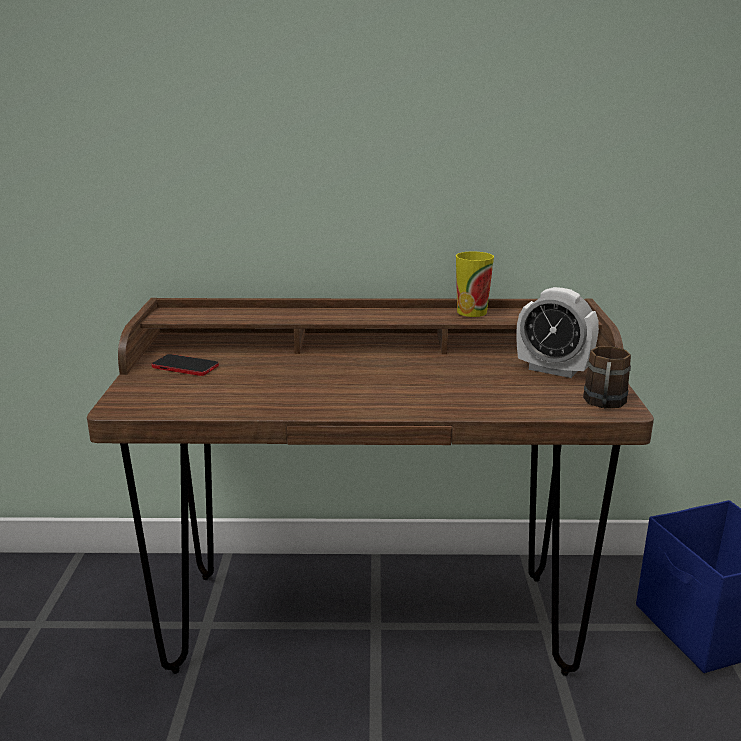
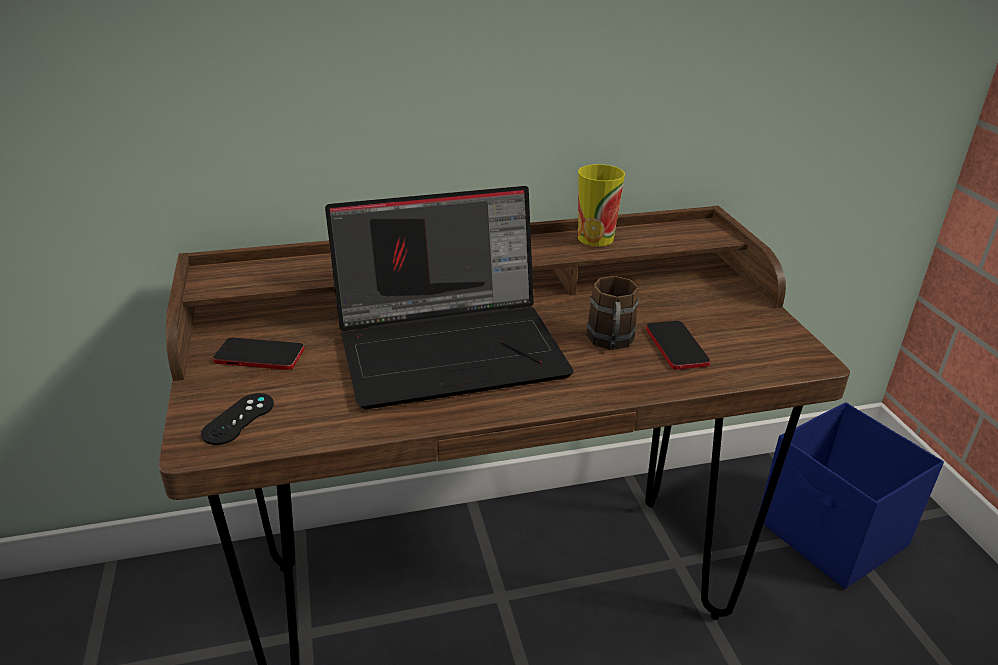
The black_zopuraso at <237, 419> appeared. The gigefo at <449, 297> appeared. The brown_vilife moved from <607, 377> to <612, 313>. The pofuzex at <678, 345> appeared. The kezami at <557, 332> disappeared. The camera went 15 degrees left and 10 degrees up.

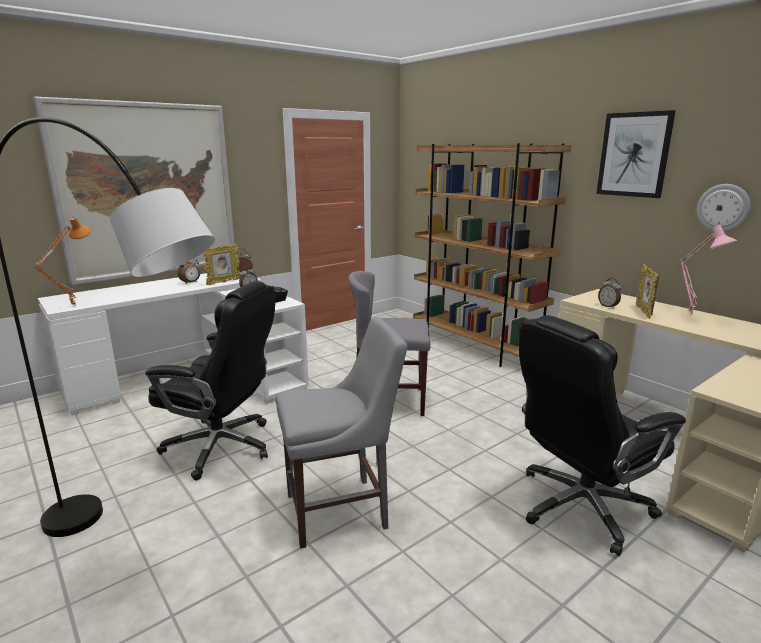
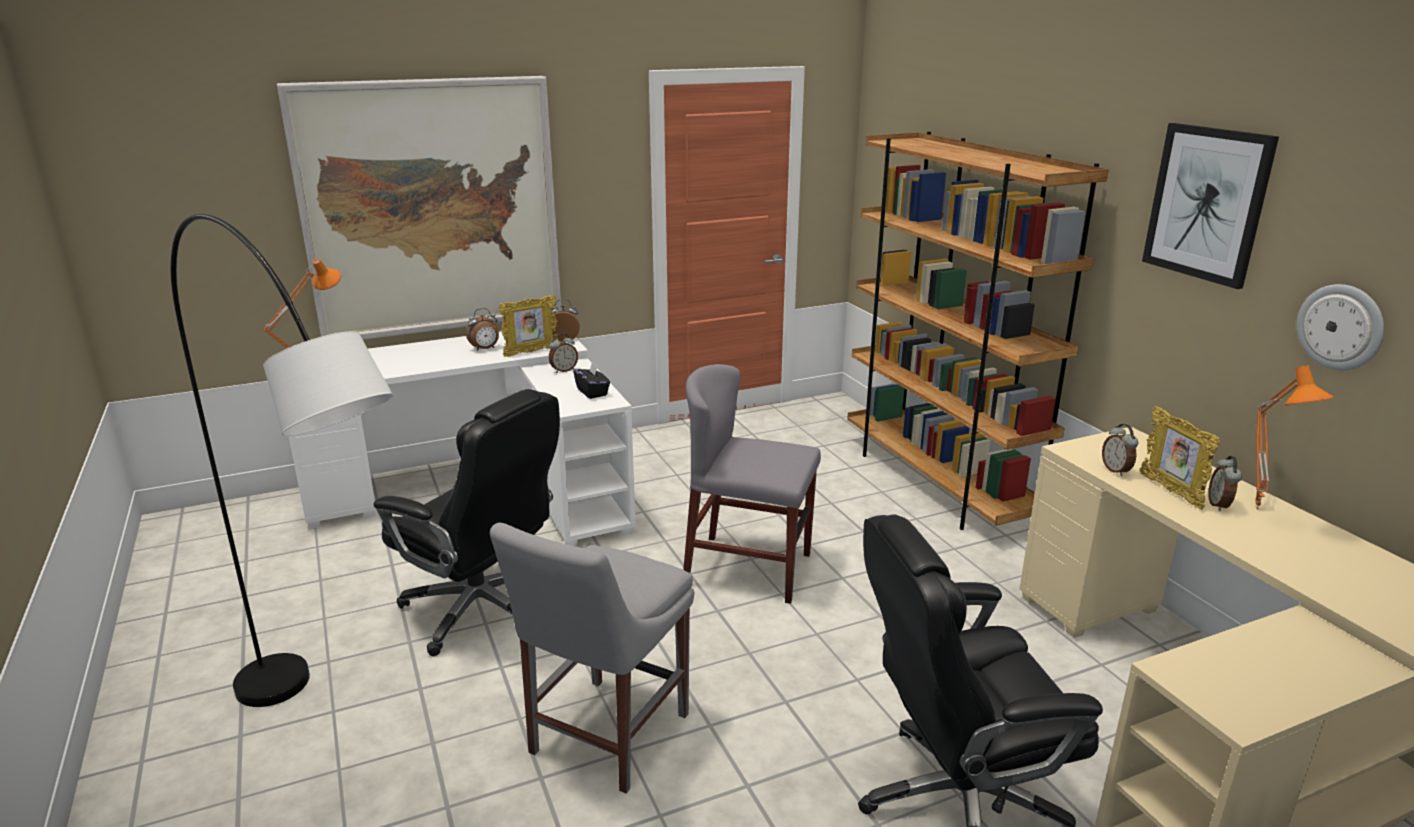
The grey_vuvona at <341, 433> turned 120 degrees clockwise. The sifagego at <647, 291> turned 45 degrees counterclockwise. The kezami at <1225, 483> appeared. The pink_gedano at <708, 270> became the orange_gedano at <1294, 437>. The camera went 15 degrees right and 5 degrees up.

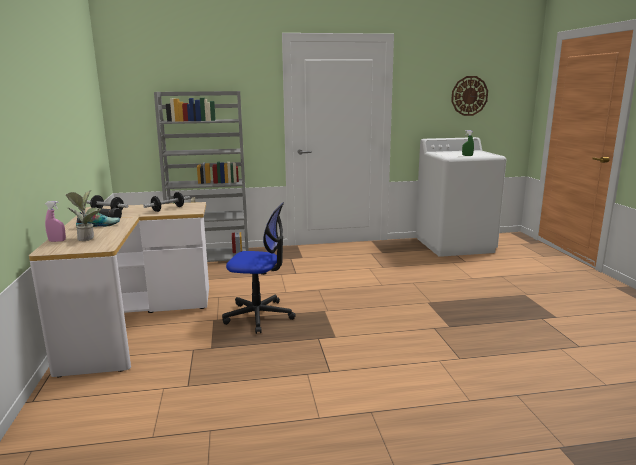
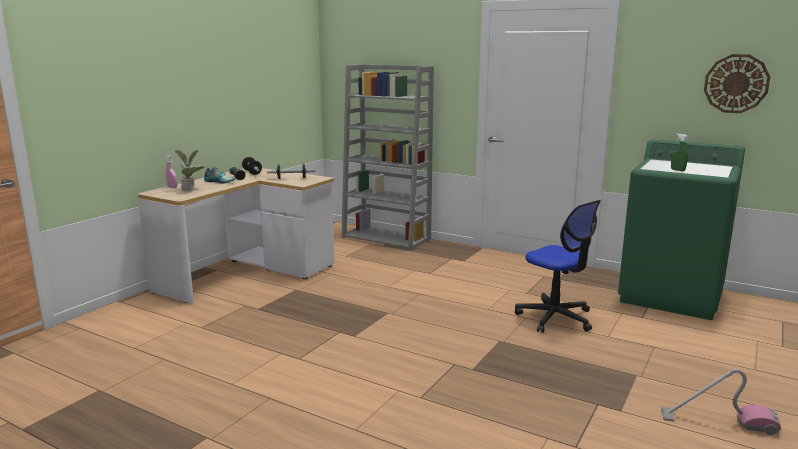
The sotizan moved from <259, 268> to <558, 266>. The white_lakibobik at <461, 197> became the green_lakibobik at <681, 230>. The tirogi at <721, 402> appeared. The camera went 40 degrees right and 0 degrees up.

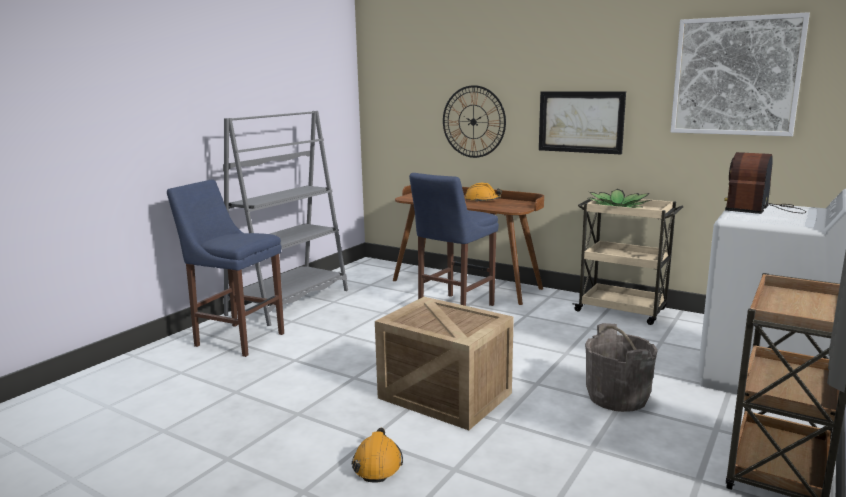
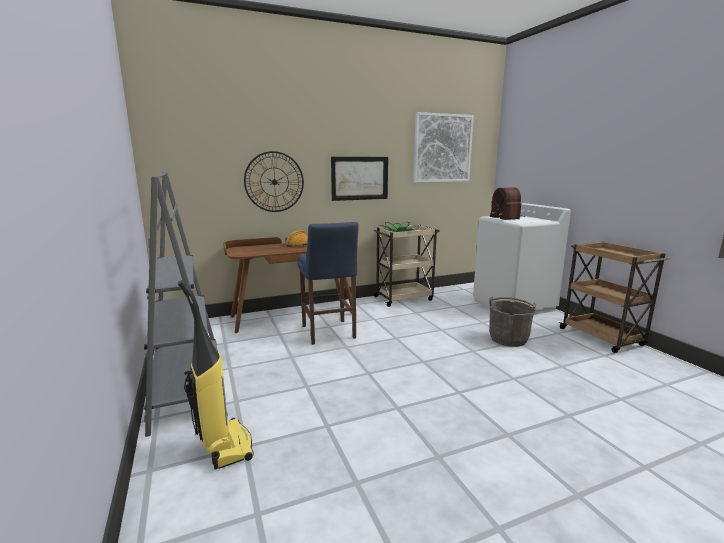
The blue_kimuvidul at <225, 268> was replaced by the tirogi at <216, 375>. The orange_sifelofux at <377, 455> disappeared. The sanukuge at <444, 363> disappeared. The camera went 55 degrees left and 0 degrees up.

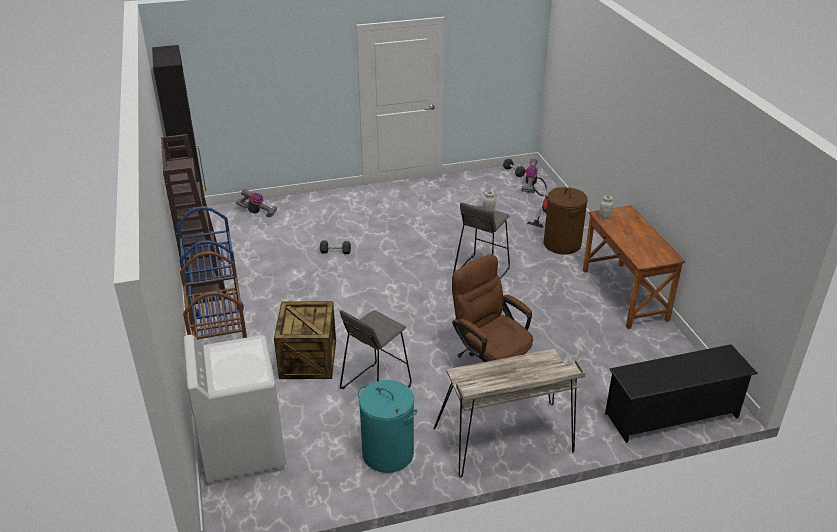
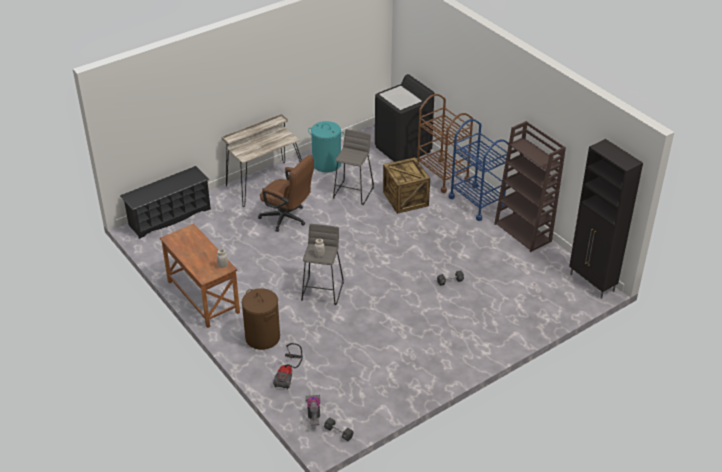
The white_lakibobik at <234, 410> became the black_lakibobik at <404, 118>. The tirogi at <257, 202> disappeared. The camera went 160 degrees right and 5 degrees up.

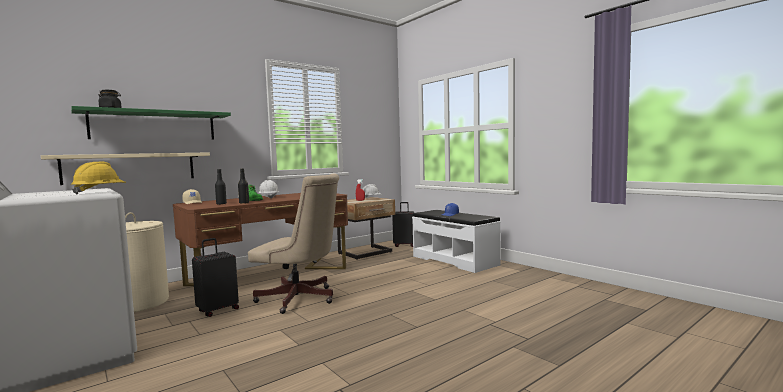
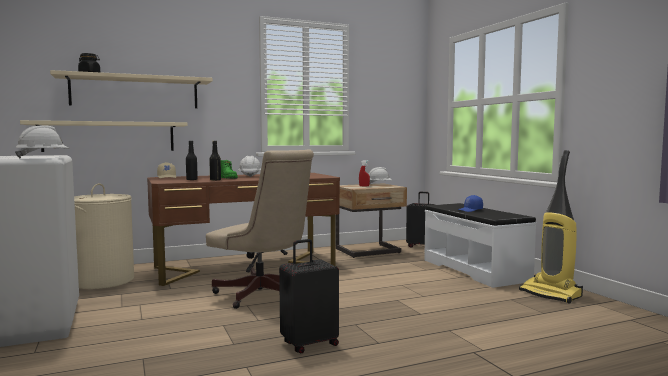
The yellow_sifelofux at <98, 178> became the white_sifelofux at <42, 142>. The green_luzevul at <151, 123> became the beige_luzevul at <131, 89>. The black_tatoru moved from <215, 277> to <309, 296>. The tirogi at <551, 227> appeared. The camera went 15 degrees right and 0 degrees up.

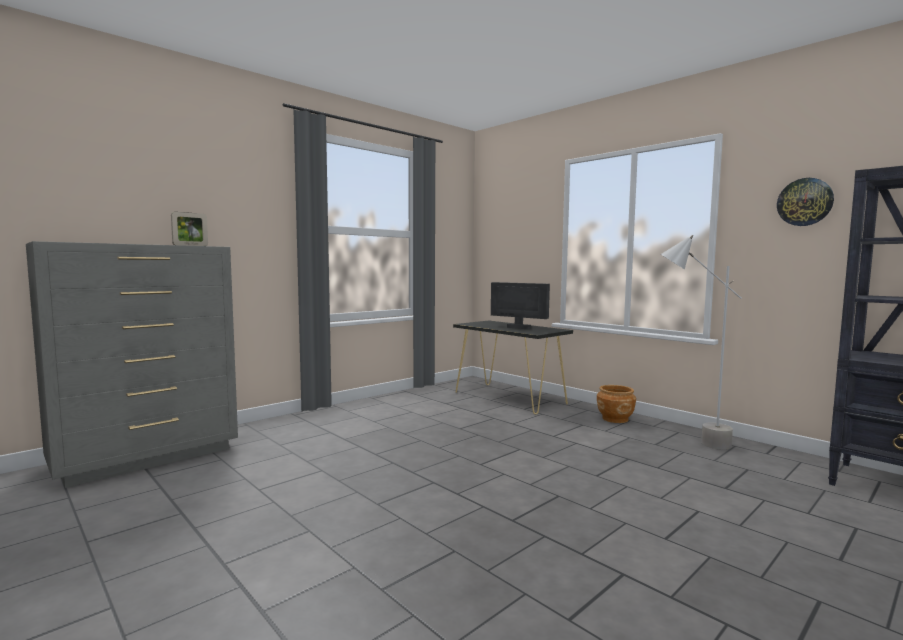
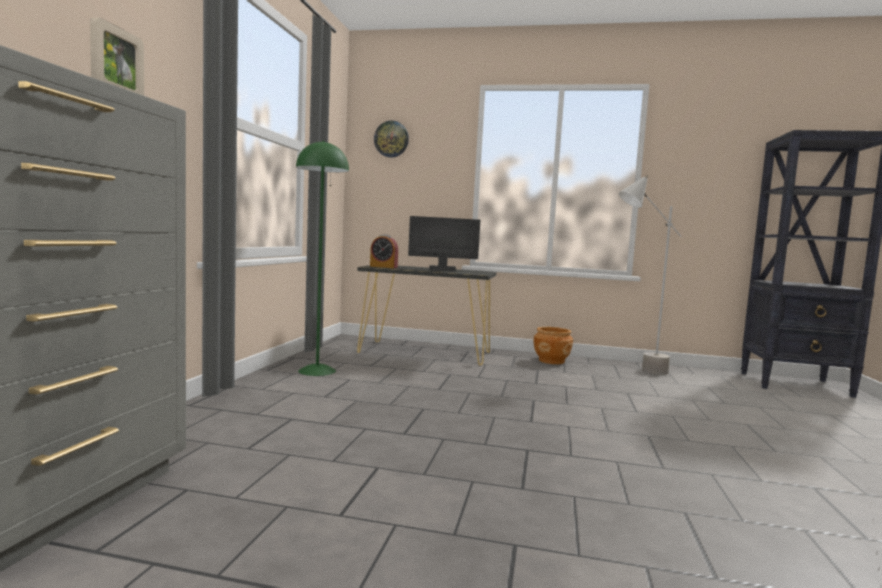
The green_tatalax at <322, 258> appeared. The kezami at <384, 251> appeared. The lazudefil moved from <805, 202> to <391, 139>. The camera went 35 degrees left and 0 degrees up.

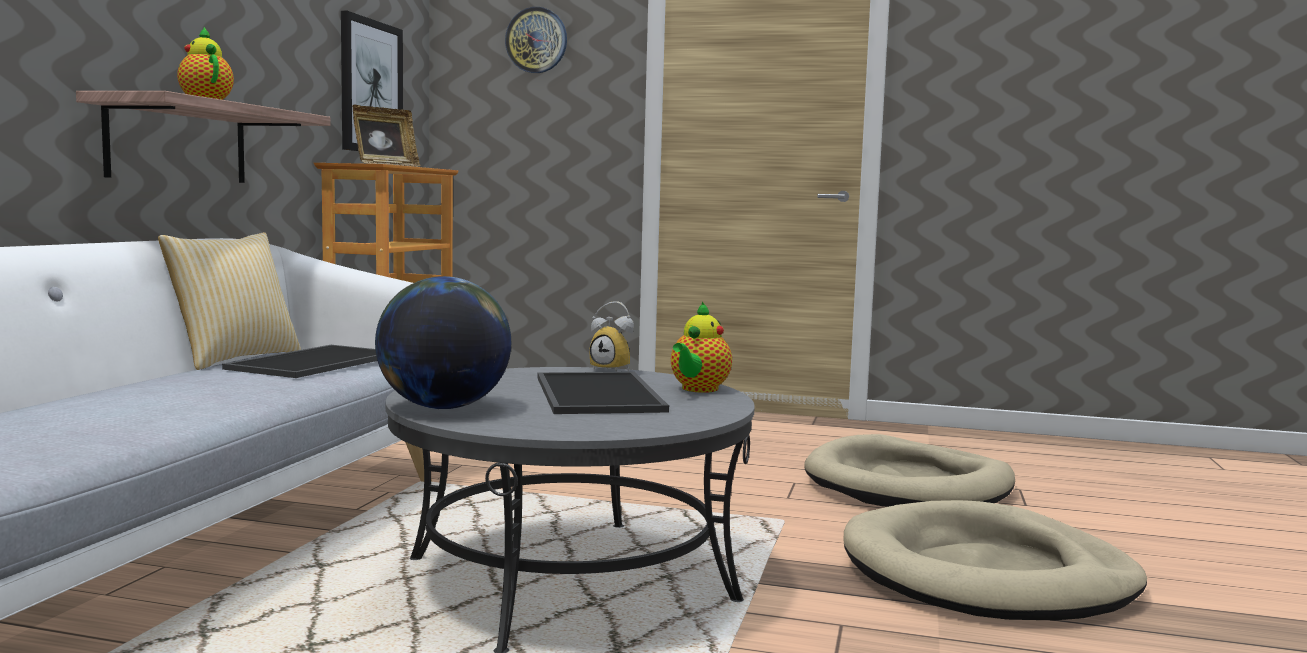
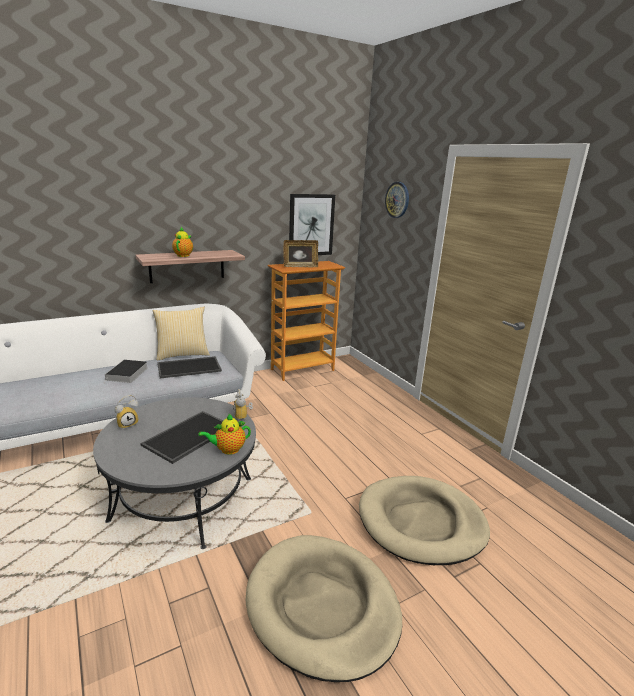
The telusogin at <125, 372> appeared. The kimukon at <443, 342> was replaced by the kezami at <127, 412>. The camera went 45 degrees right and 15 degrees up.

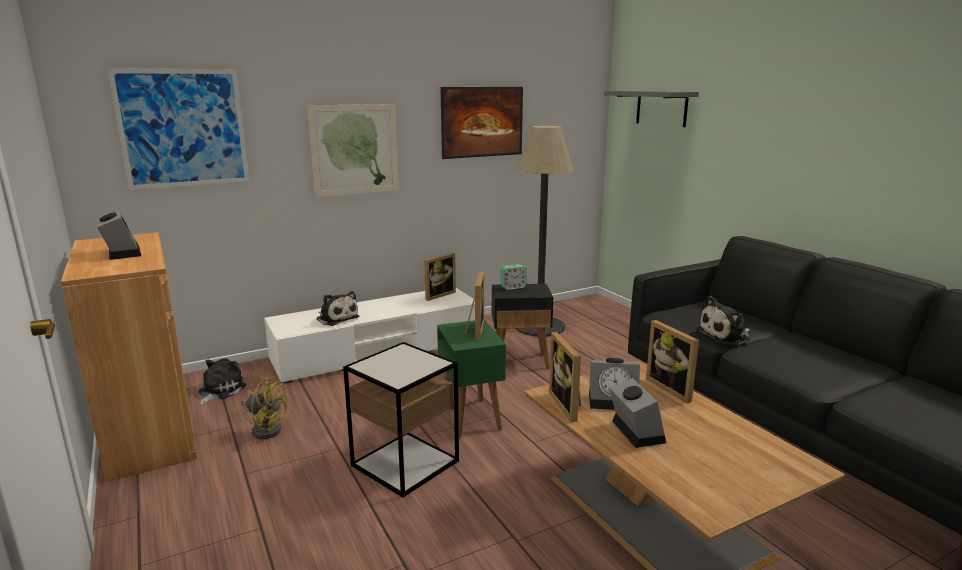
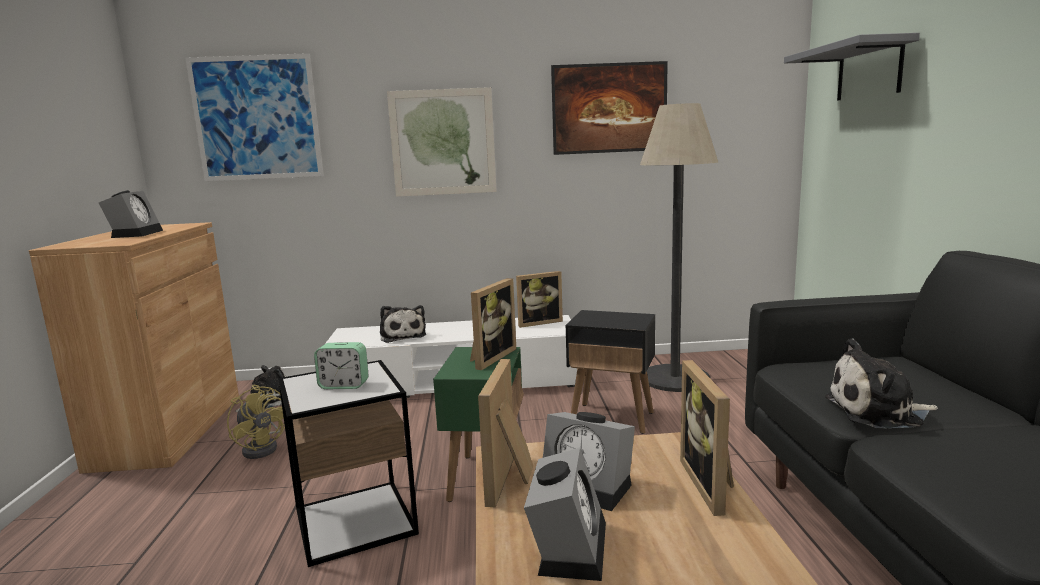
The kezami moved from <513, 277> to <341, 365>. The camera went 25 degrees right and 5 degrees down.

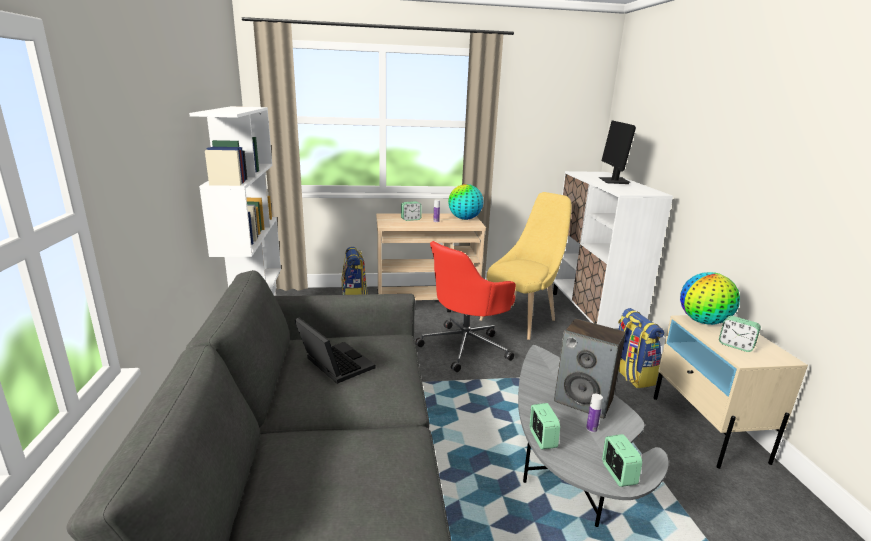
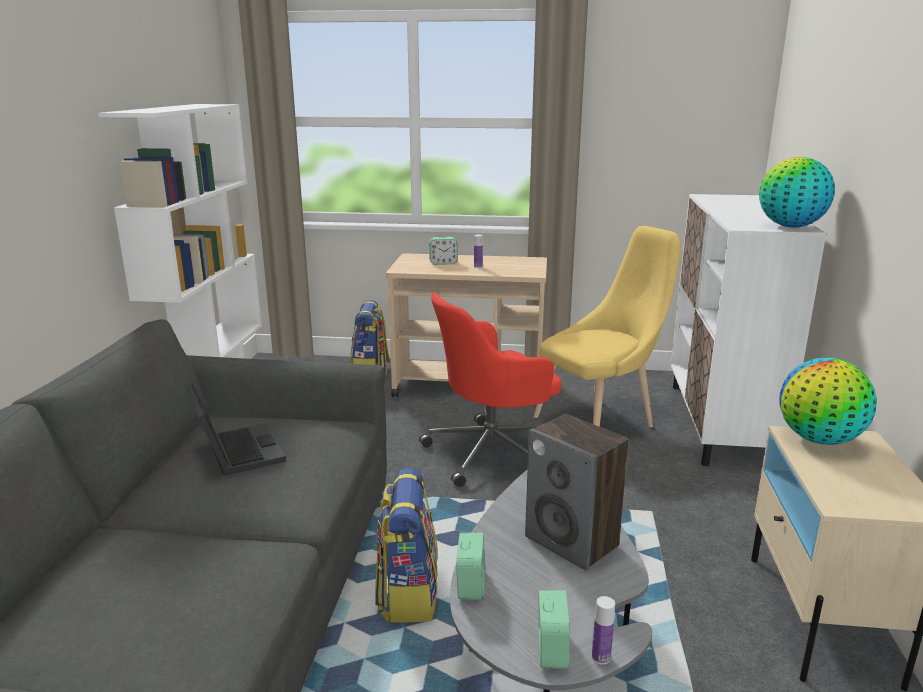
The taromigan moved from <641, 348> to <406, 545>. The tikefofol moved from <594, 413> to <603, 630>. The kimukon moved from <466, 202> to <797, 192>. The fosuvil at <617, 152> disappeared. The kezami at <740, 334> disappeared. The camera went 15 degrees right and 0 degrees up.

